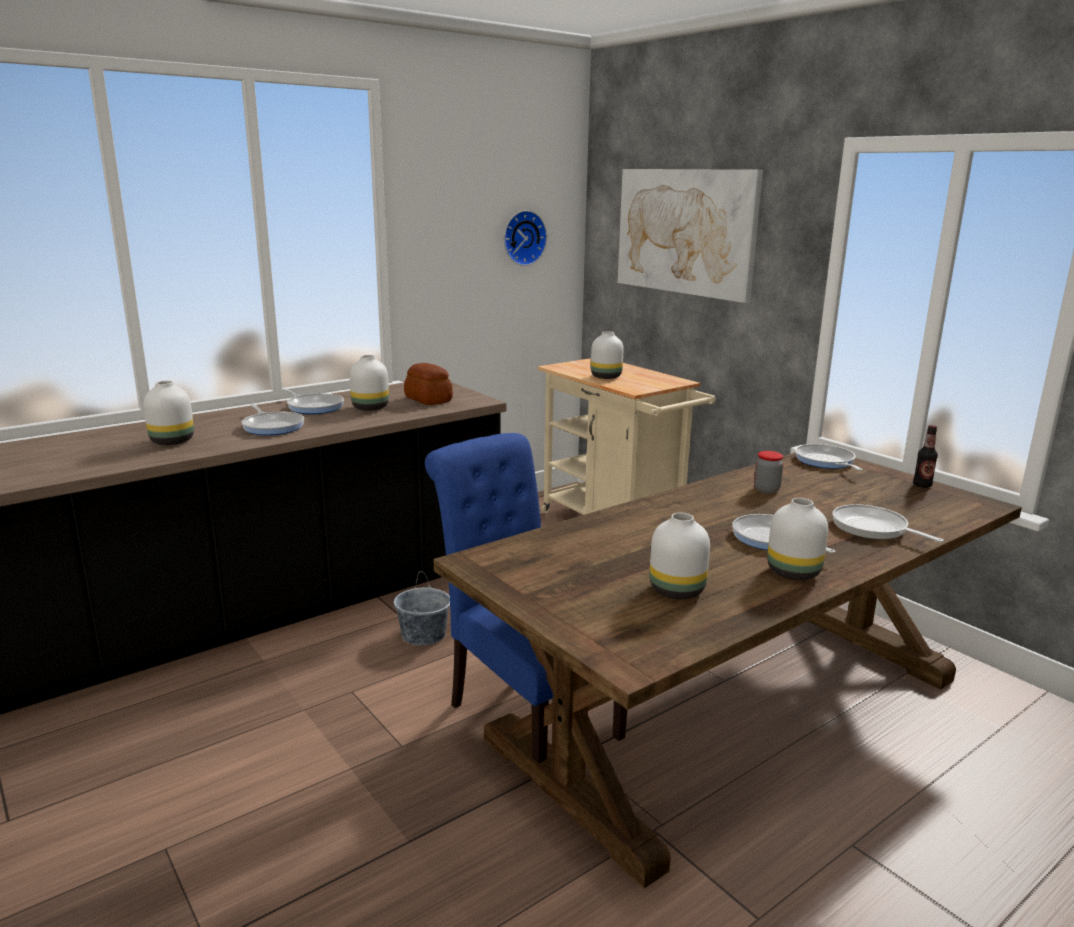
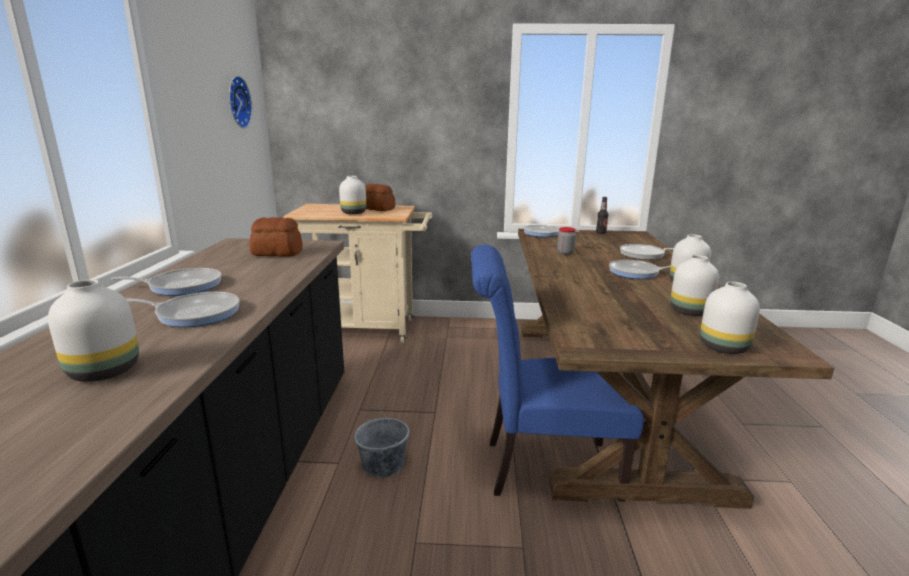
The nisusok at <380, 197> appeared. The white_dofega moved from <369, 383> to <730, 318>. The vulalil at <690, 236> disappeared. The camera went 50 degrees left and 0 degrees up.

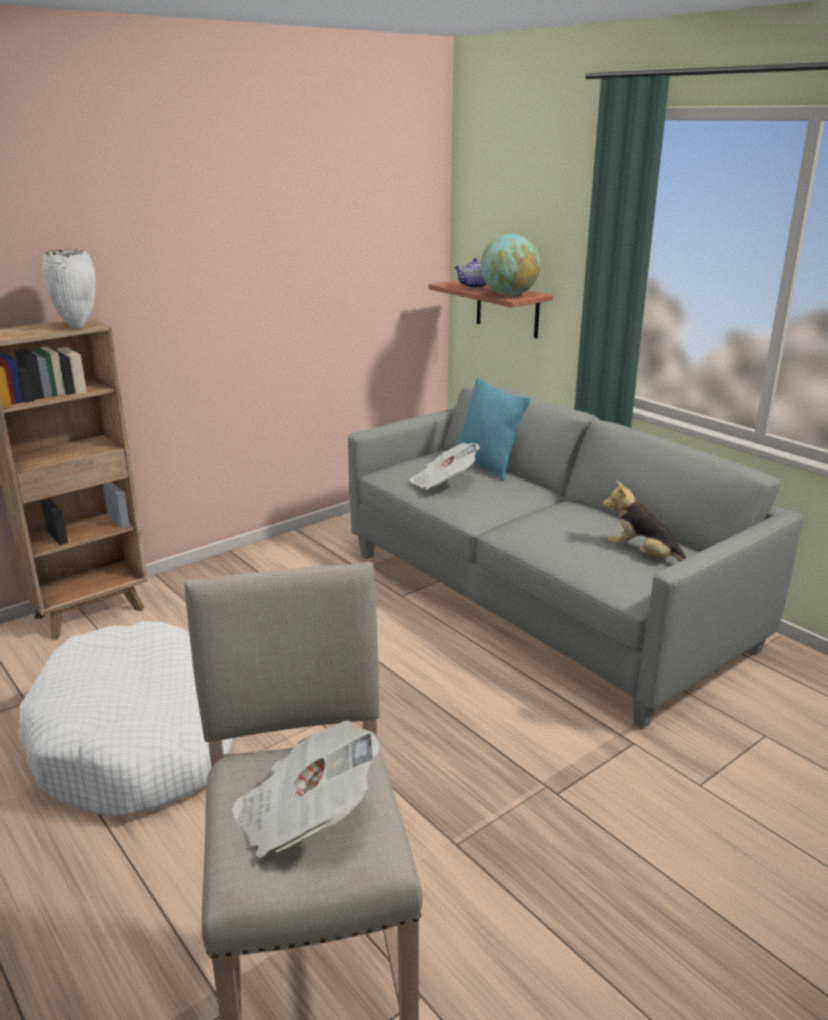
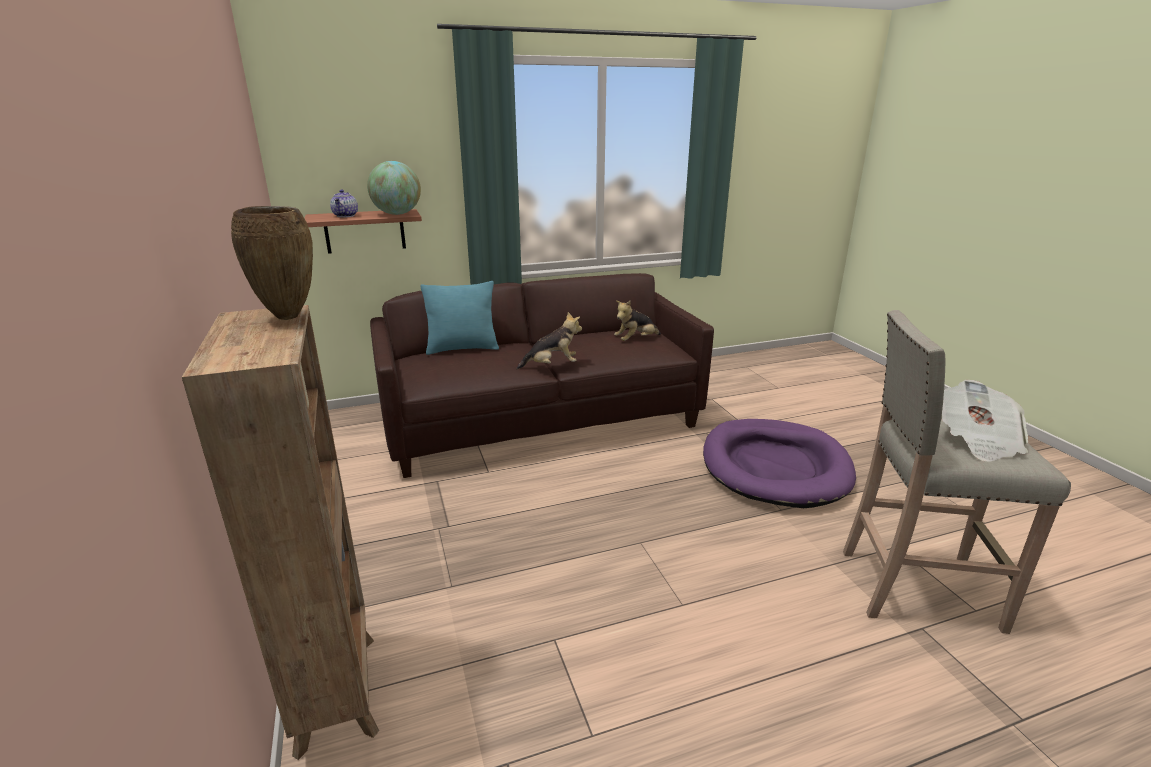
The white_dofega at <69, 289> became the brown_dofega at <272, 263>. The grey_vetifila at <575, 557> became the brown_vetifila at <542, 375>. The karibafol at <549, 340> appeared. The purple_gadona at <779, 463> appeared. The white_gadona at <126, 719> disappeared. The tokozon at <445, 466> disappeared. The camera went 70 degrees left and 0 degrees up.

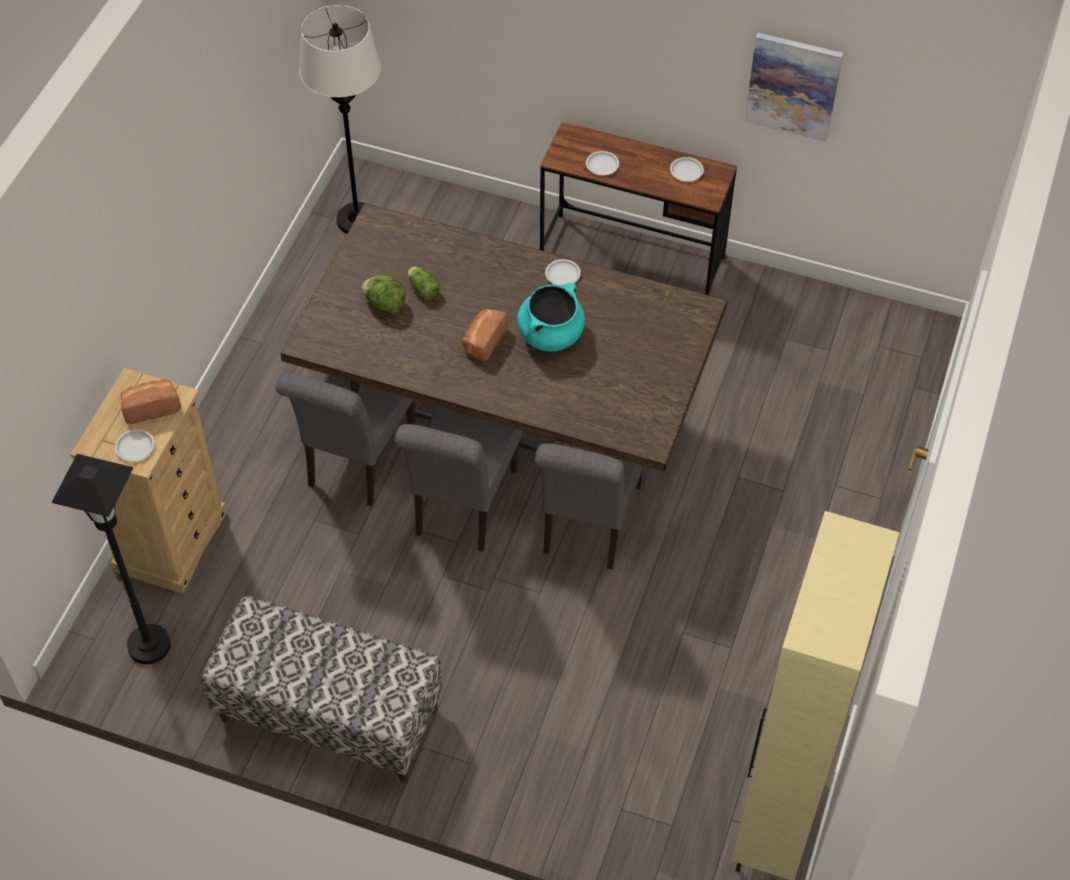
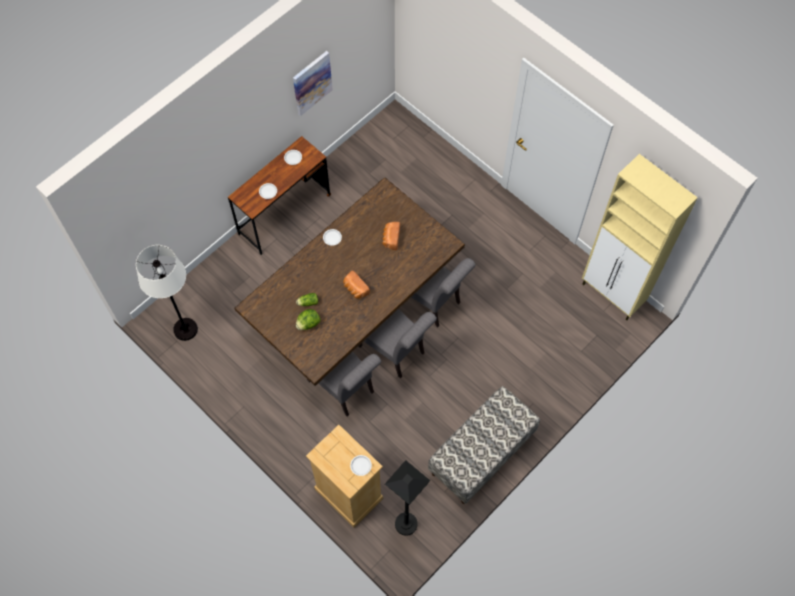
The nisusok moved from <151, 401> to <391, 236>. The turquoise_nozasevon at <551, 317> disappeared. The camera went 65 degrees left and 10 degrees up.

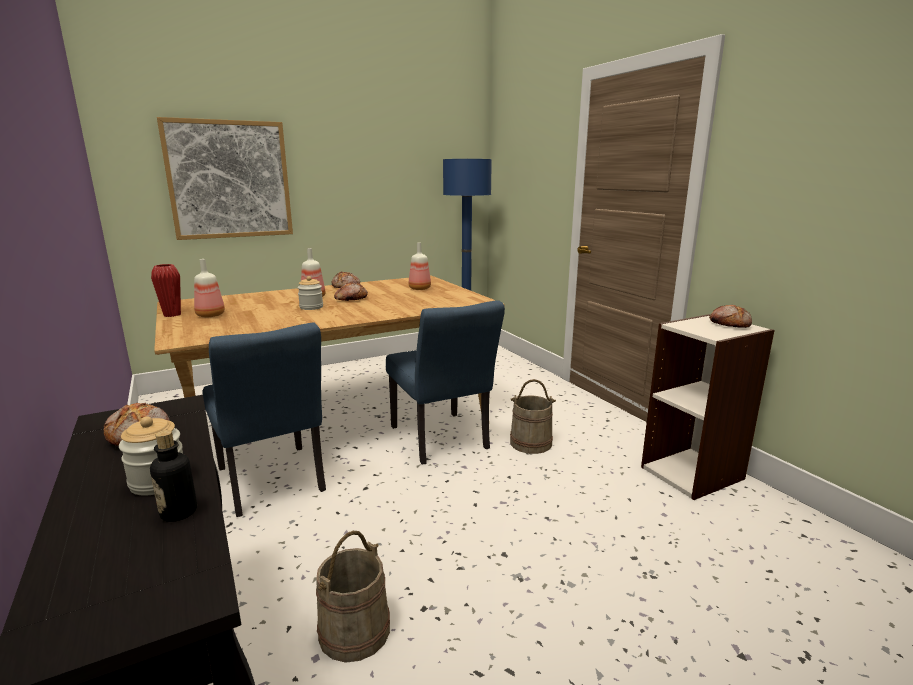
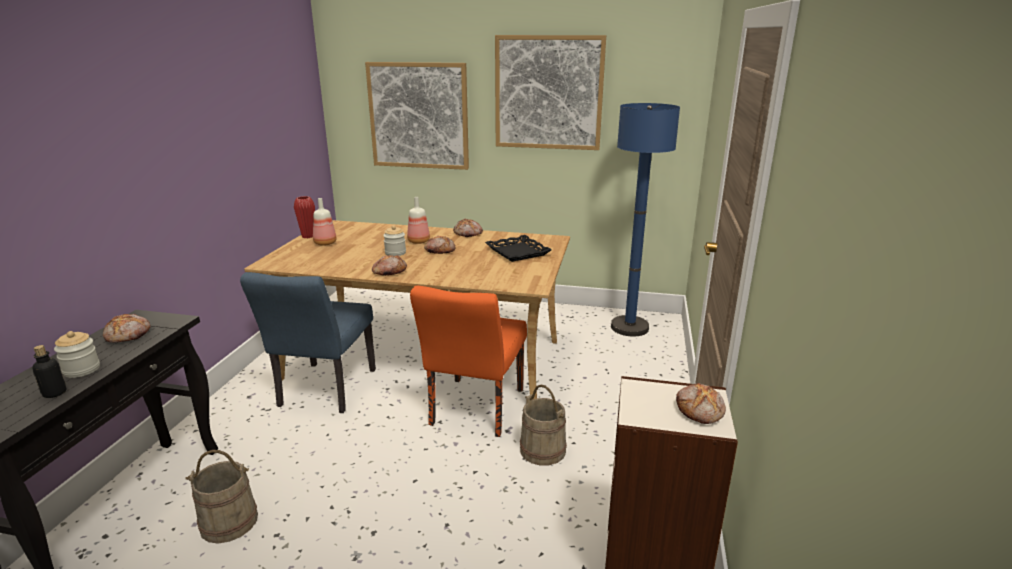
The nisusok at <389, 265> appeared. The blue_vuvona at <445, 382> became the orange_vuvona at <468, 361>. The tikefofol at <420, 266> was replaced by the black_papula at <518, 248>. The vulalil at <550, 92> appeared. The camera went 40 degrees right and 5 degrees up.

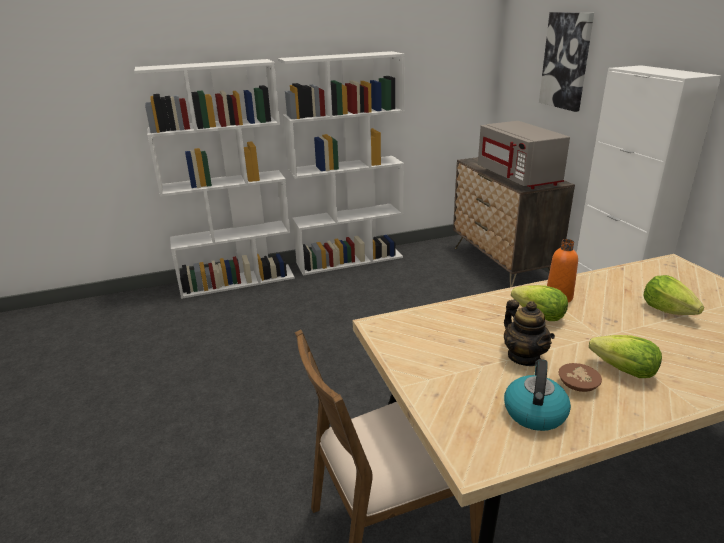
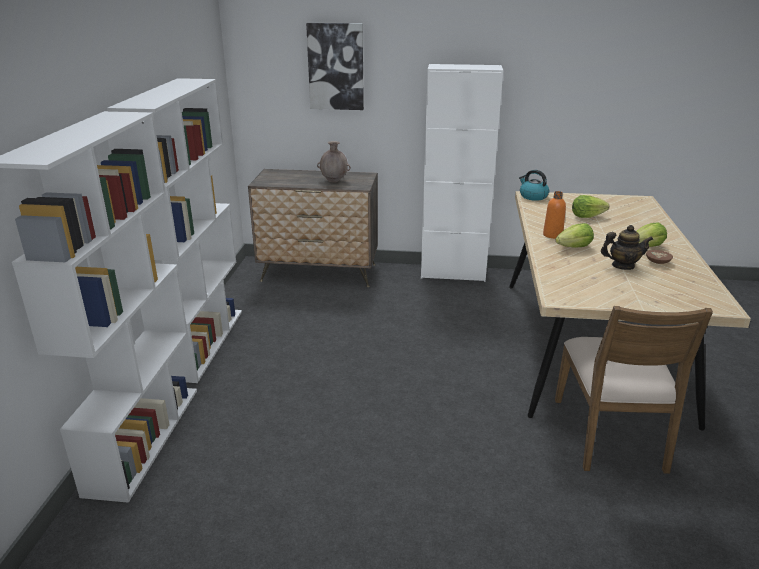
The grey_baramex at <524, 155> was replaced by the brown_dofega at <334, 161>. The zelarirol moved from <537, 395> to <534, 185>. The camera went 65 degrees left and 0 degrees up.

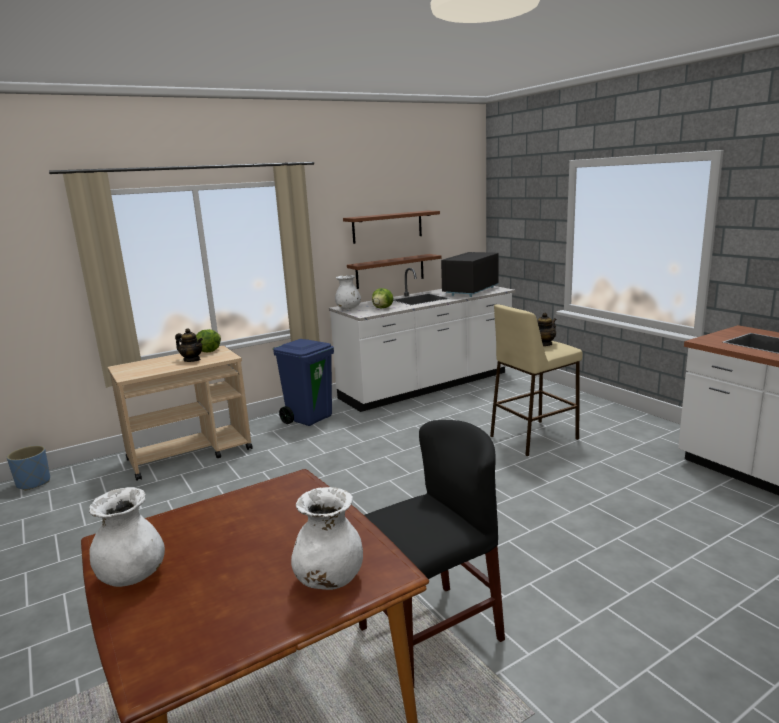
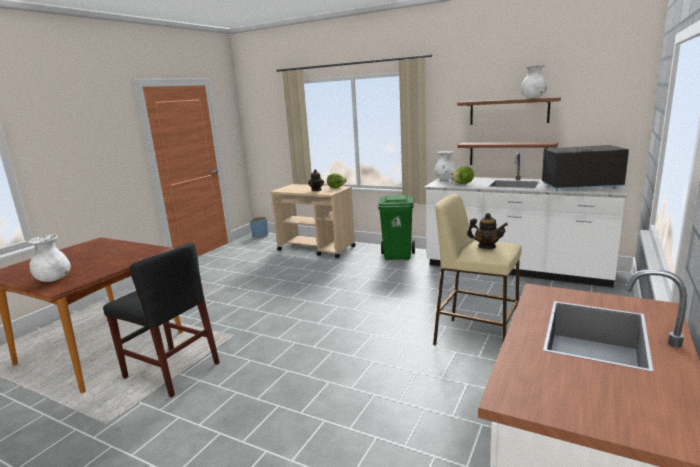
The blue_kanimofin at <303, 382> became the green_kanimofin at <396, 227>. The white_dofega moved from <127, 537> to <534, 82>. The camera went 60 degrees right and 0 degrees up.

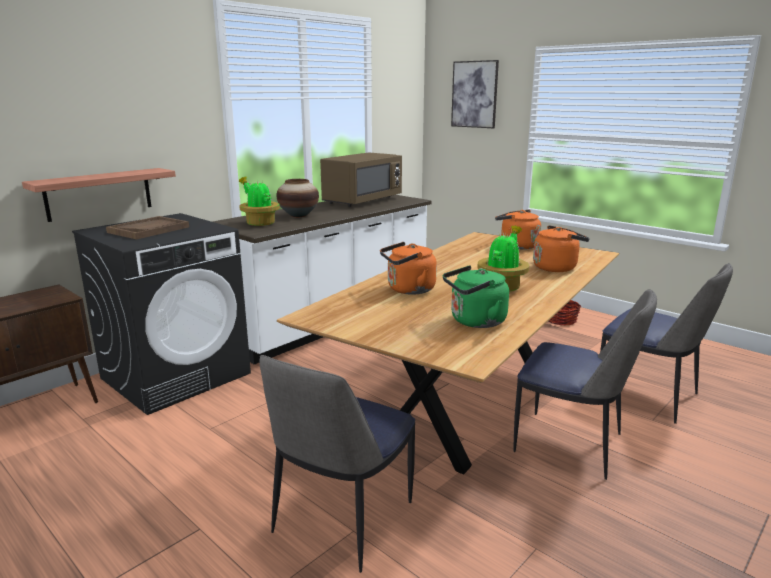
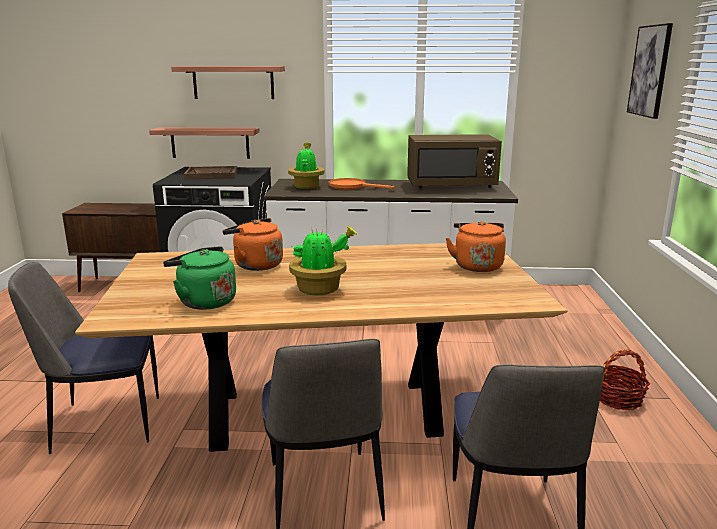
The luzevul at <228, 82> appeared. The dofega at <298, 198> was replaced by the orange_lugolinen at <362, 184>. The orange_zelarirol at <561, 248> disappeared. The camera went 50 degrees right and 0 degrees up.

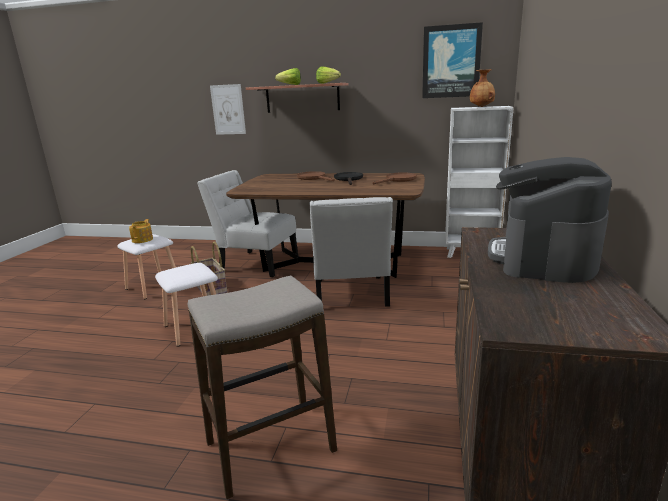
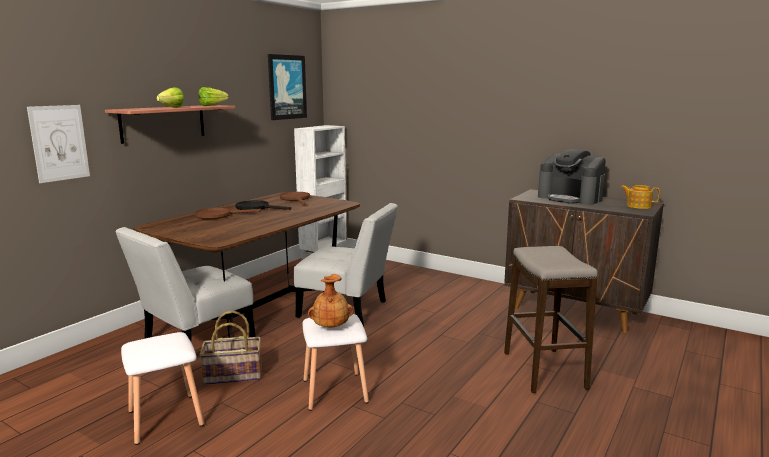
The brown_dofega moved from <482, 88> to <330, 300>. The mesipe moved from <141, 231> to <640, 197>. The camera went 70 degrees left and 5 degrees down.

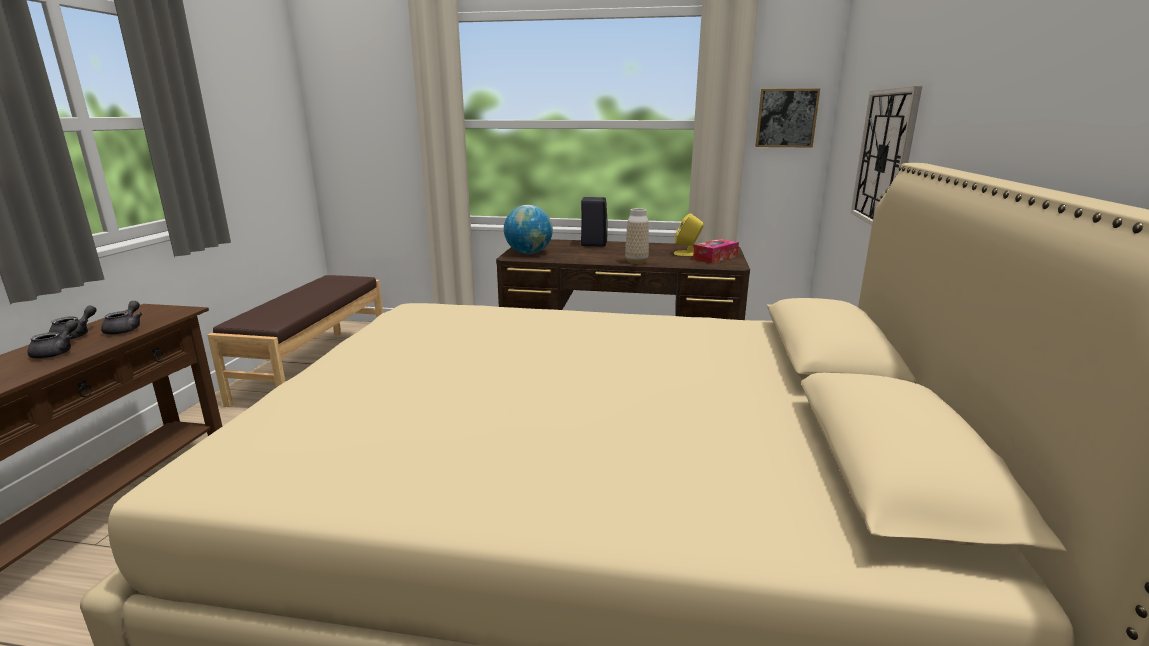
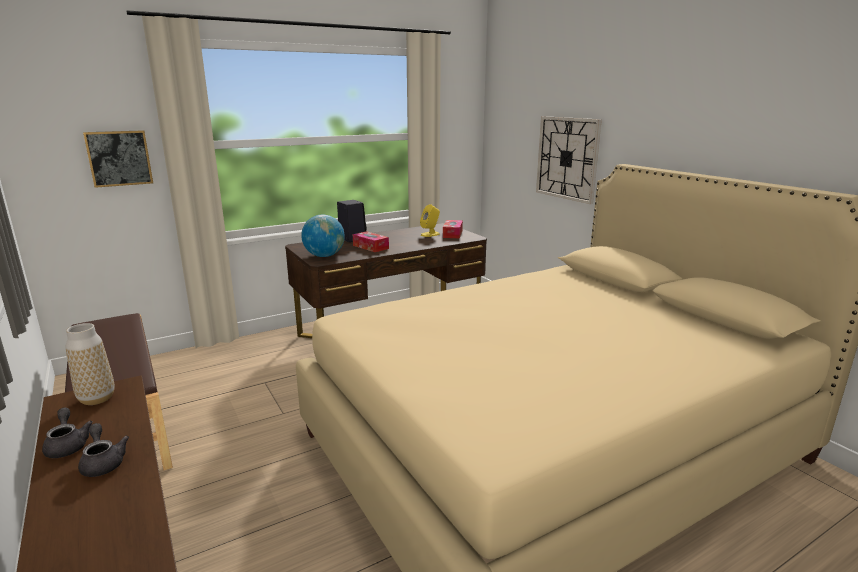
The dofega moved from <637, 236> to <90, 364>. The vulalil moved from <787, 118> to <118, 159>. The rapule at <371, 241> appeared. The grey_mesipe at <121, 318> disappeared. The camera went 40 degrees left and 0 degrees up.

